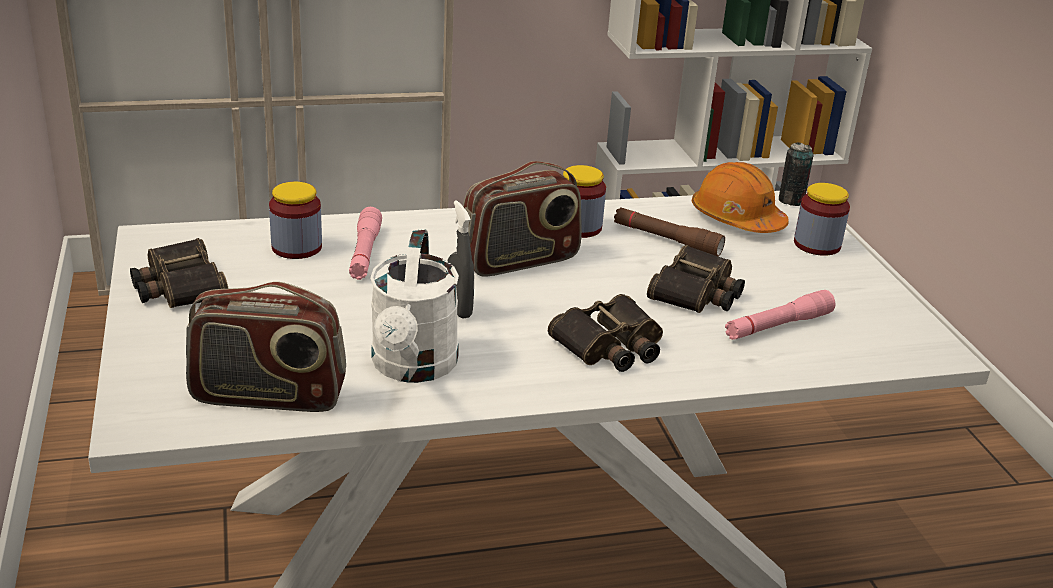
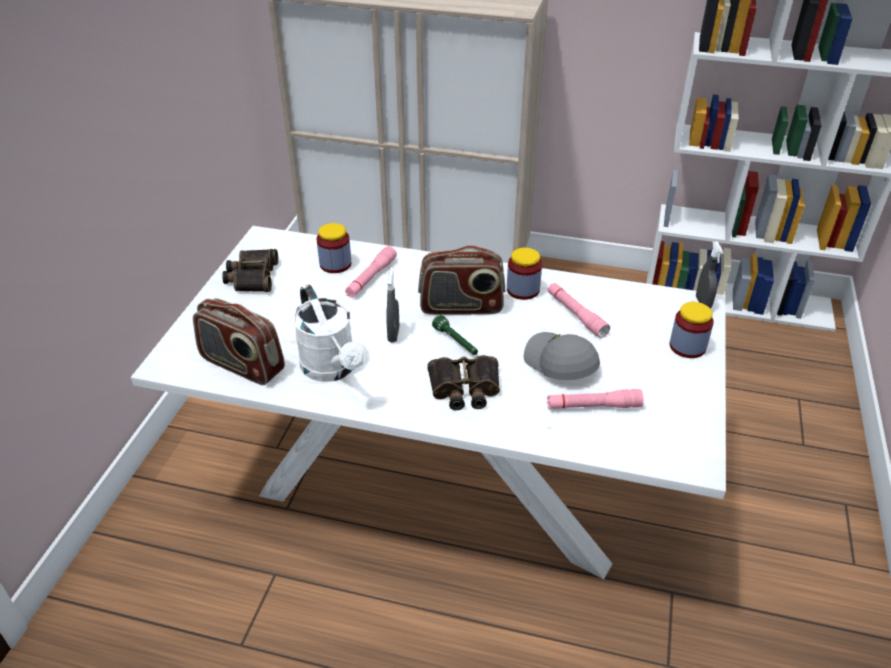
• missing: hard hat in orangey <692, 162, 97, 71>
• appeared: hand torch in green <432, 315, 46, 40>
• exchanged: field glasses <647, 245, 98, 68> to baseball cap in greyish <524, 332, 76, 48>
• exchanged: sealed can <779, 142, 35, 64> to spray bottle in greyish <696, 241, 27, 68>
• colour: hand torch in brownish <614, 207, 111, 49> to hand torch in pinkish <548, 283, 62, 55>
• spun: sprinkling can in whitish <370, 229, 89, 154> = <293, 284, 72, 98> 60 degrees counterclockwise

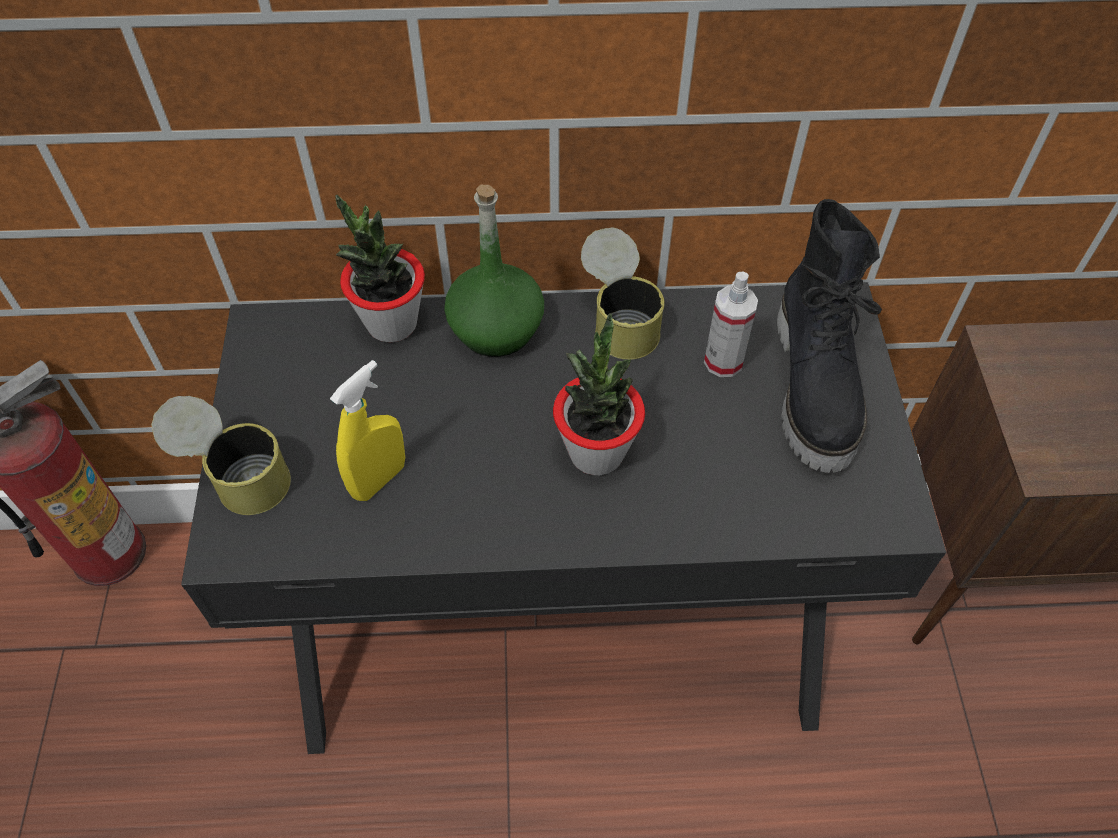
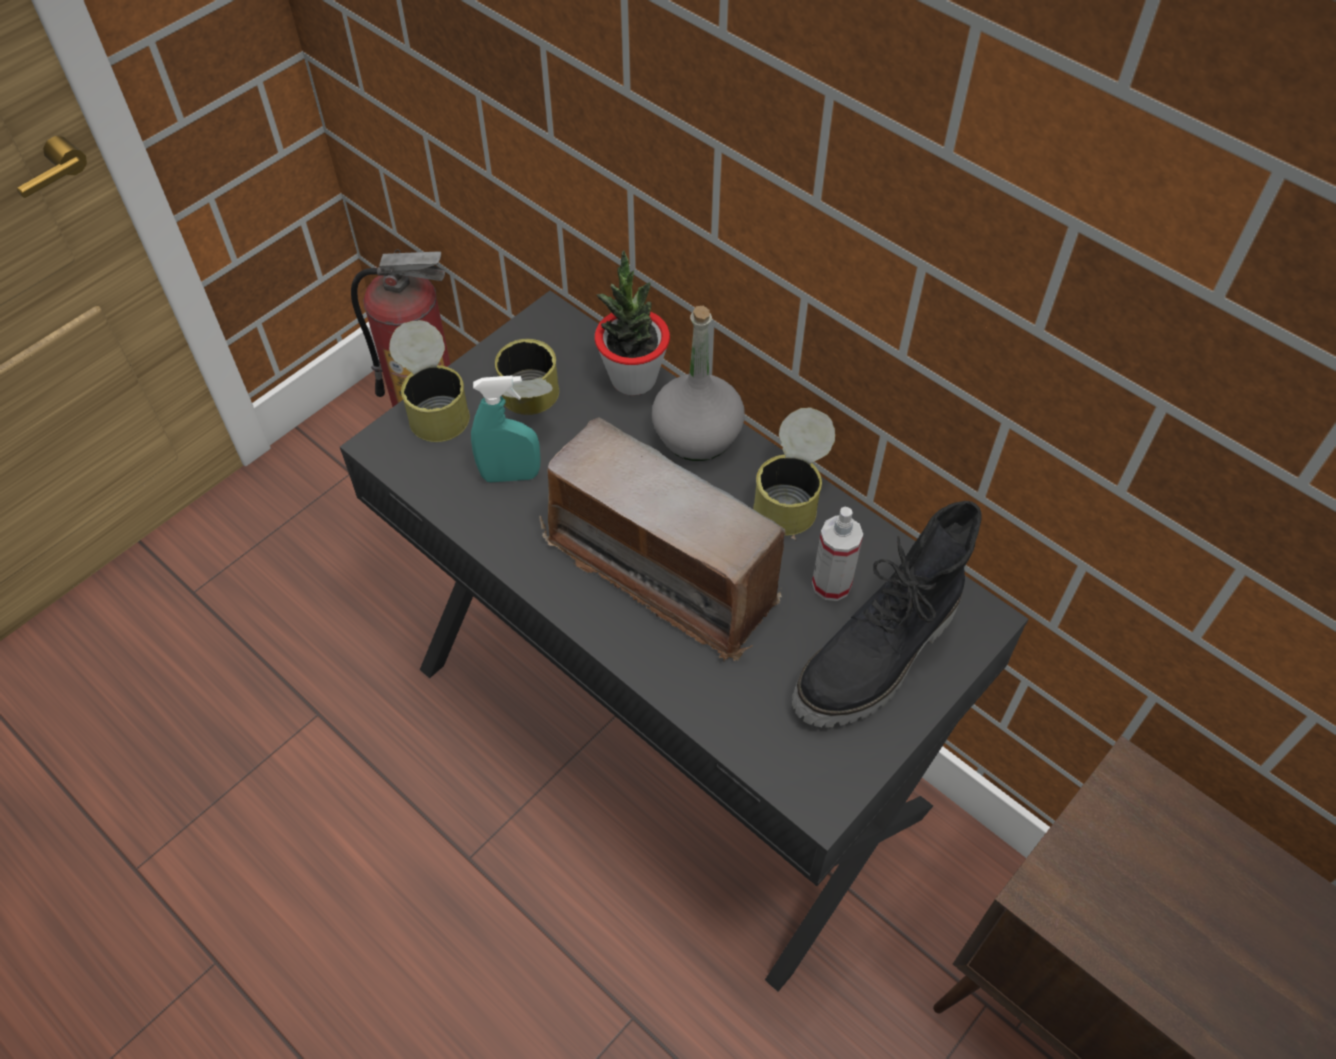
• appeared: sealed can <495, 339, 64, 76>
• exchanged: houseplant <553, 313, 92, 162> to radio <539, 417, 257, 244>
• colour: spray bottle in yellowish <330, 360, 75, 141> to spray bottle in turquoise-coloured <471, 375, 70, 107>
• colour: drink bottle in green <444, 185, 100, 172> to drink bottle in greyish <652, 306, 93, 155>

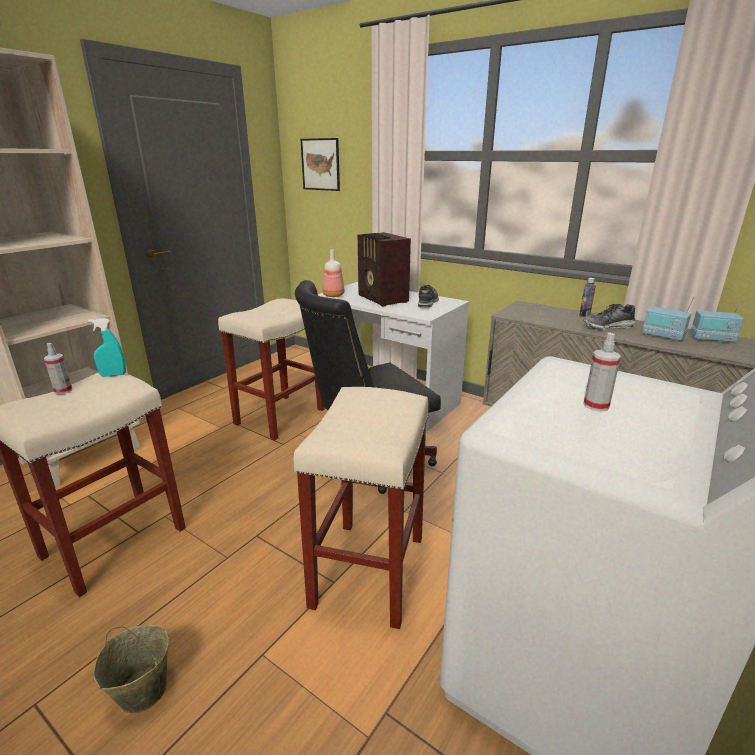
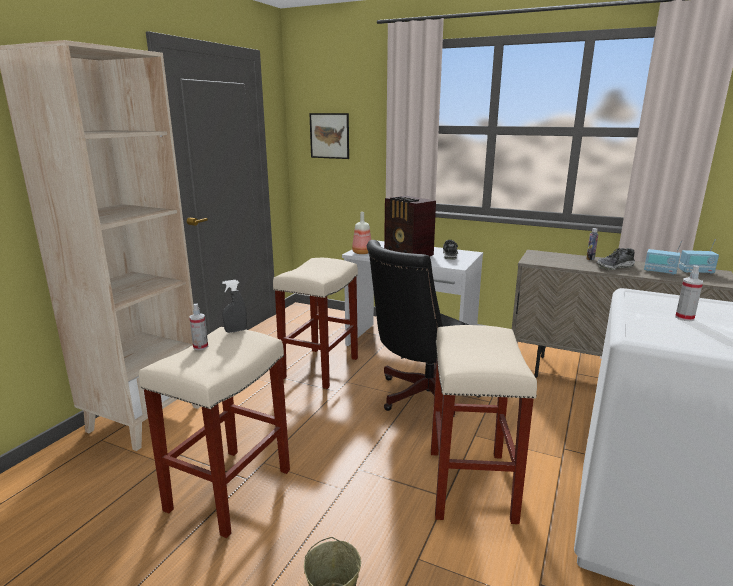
• colour: spray bottle in turquoise-coloured <88, 318, 38, 59> to spray bottle in greyish <222, 280, 25, 53>

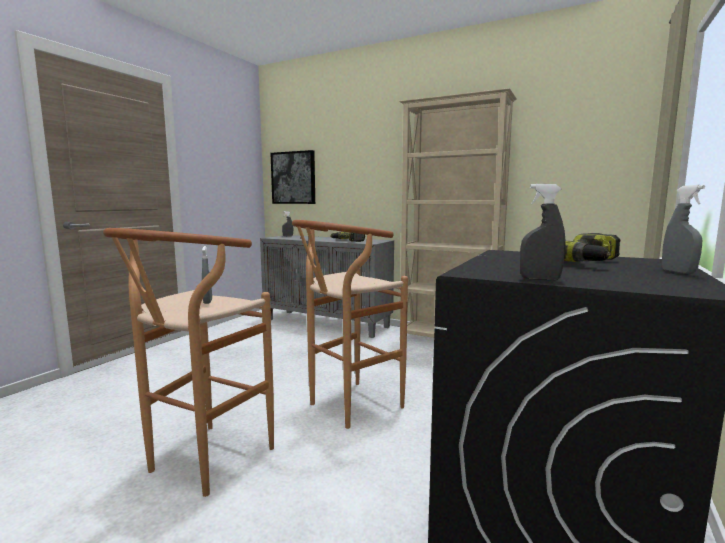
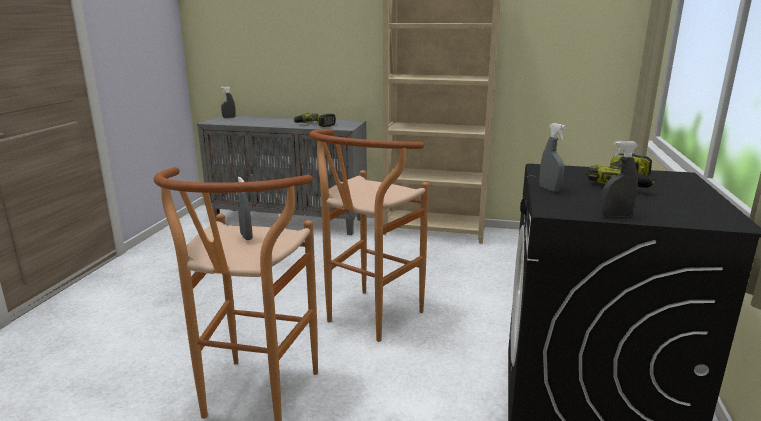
• missing: wall picture <270, 150, 45, 54>
• relocated: spray bottle in greyish <662, 185, 43, 89> to <539, 123, 27, 69>

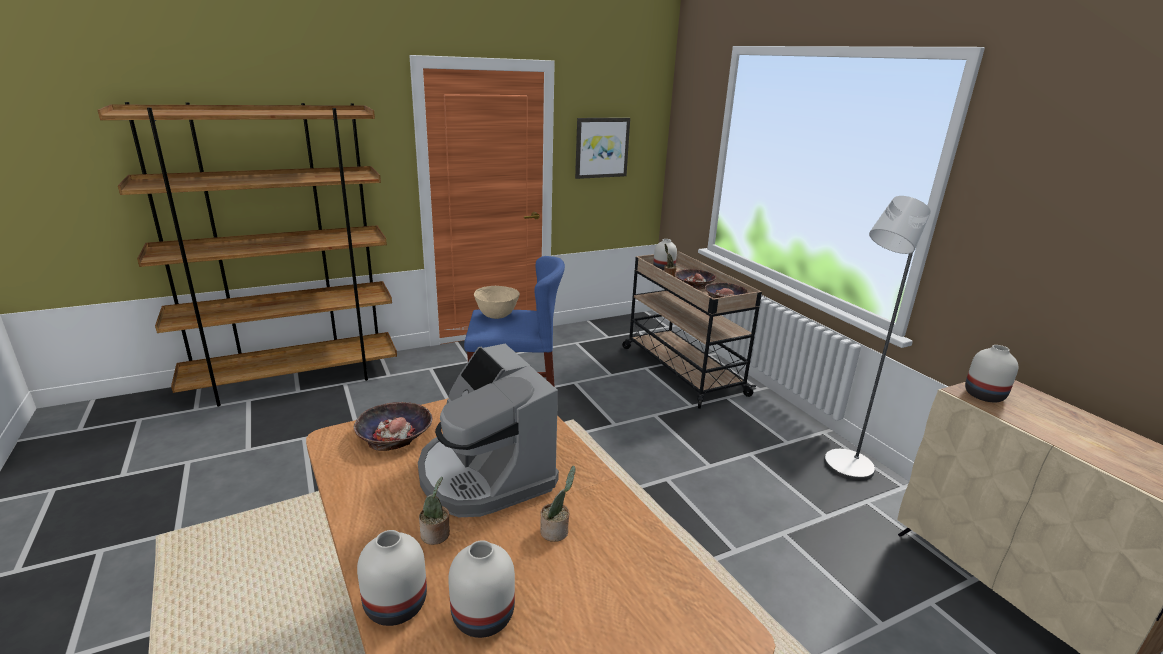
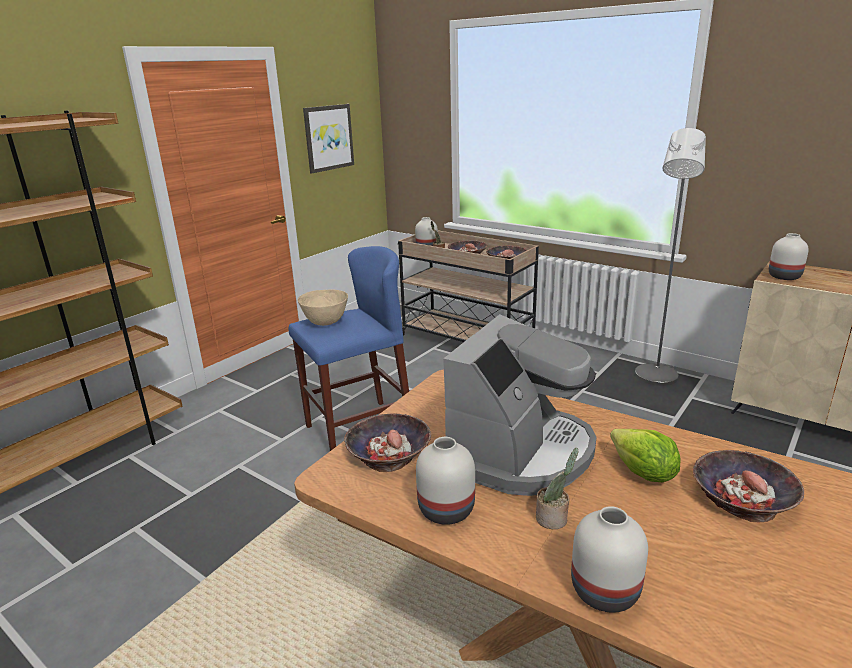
• appeared: deep dish <693, 450, 111, 72>
• relocated: decorative vase in whitish <448, 540, 67, 98> to <416, 437, 59, 88>
• exchanged: houseplant <540, 466, 36, 76> to lettuce head <610, 429, 70, 53>
• spun: coffee maker <418, 344, 141, 173> = <443, 314, 153, 182> 90 degrees counterclockwise

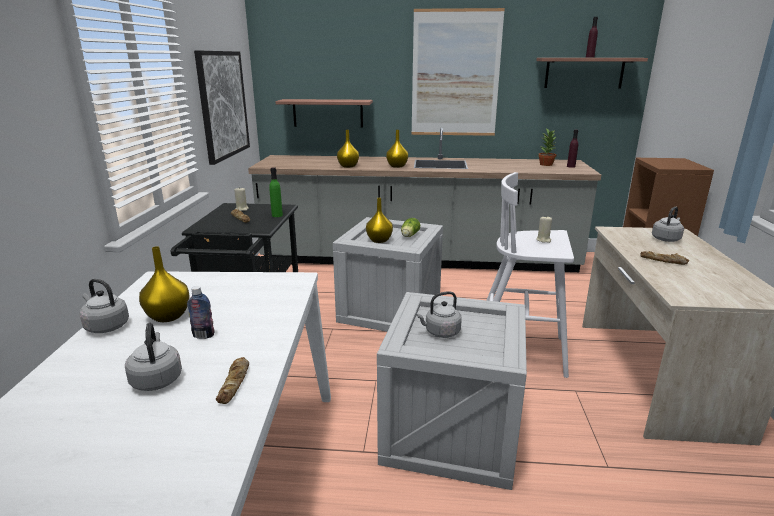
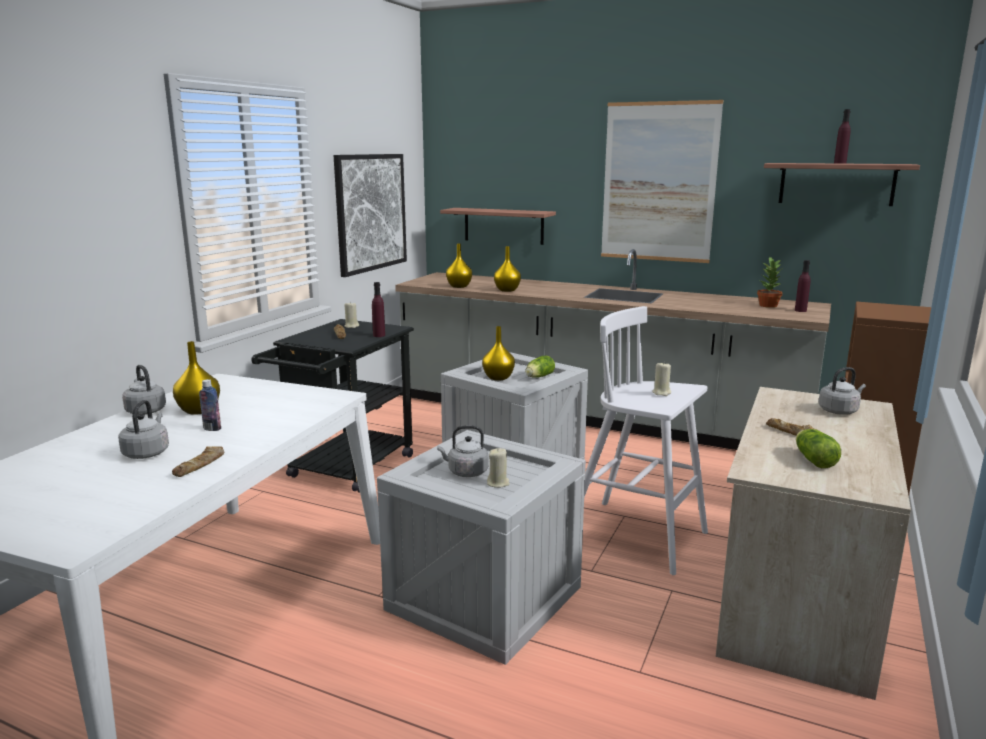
• appeared: wax light in sand-coloured <487, 448, 23, 40>
• appeared: lettuce head <796, 429, 45, 39>
• relocated: decorative vase in yellowish <386, 130, 22, 38> to <446, 243, 26, 45>
• colour: drink bottle in green <269, 168, 14, 49> to drink bottle in purple <372, 282, 13, 55>

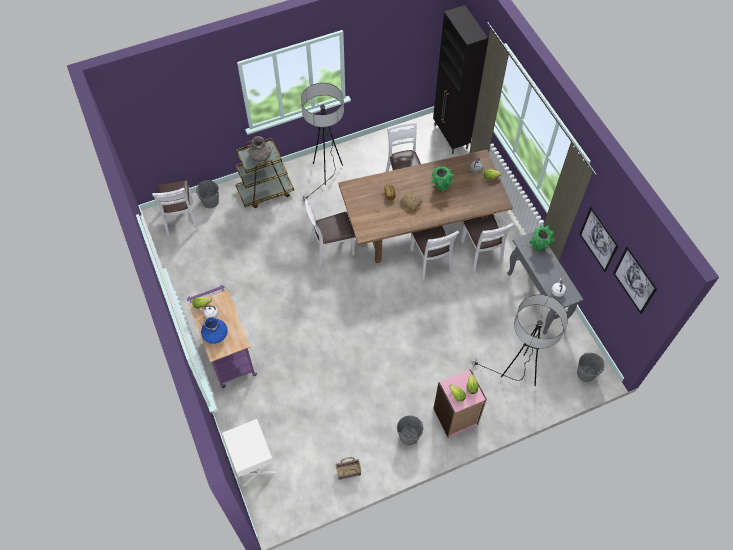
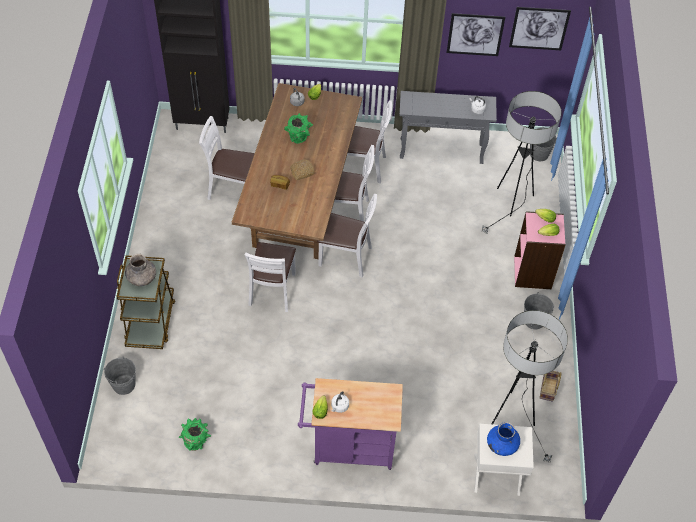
• relocated: chair in whitish <152, 180, 47, 56> to <317, 194, 60, 83>
• relocated: decorative vase in bluish <201, 316, 27, 28> to <487, 422, 33, 34>
• relocated: standing lamp <301, 83, 43, 119> to <492, 310, 76, 152>
• relocated: decorative vase in green <529, 226, 26, 25> to <179, 418, 32, 33>

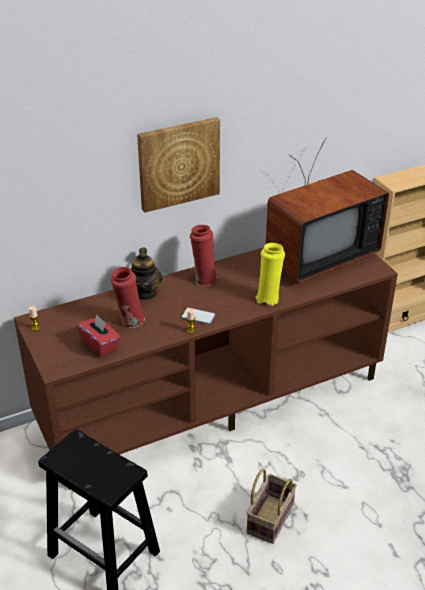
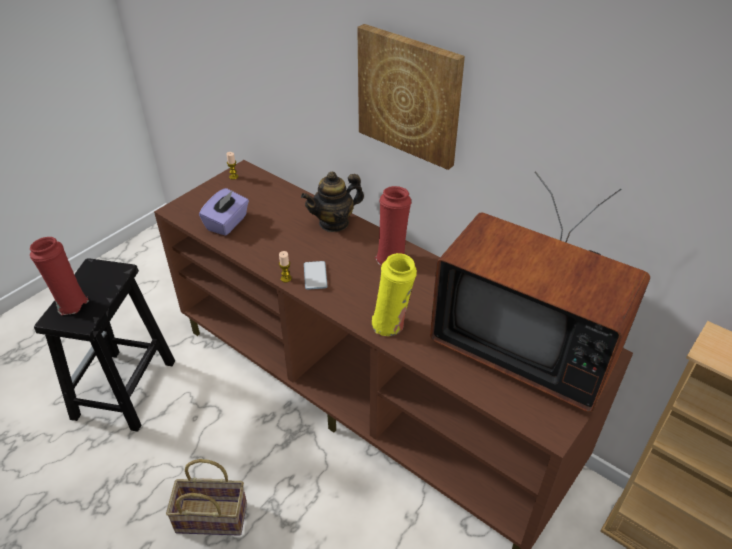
• relocated: decorative vase in red <111, 267, 35, 61> to <30, 237, 59, 78>
• colour: box of tissues in red <76, 314, 45, 43> to box of tissues in purple <199, 188, 50, 48>

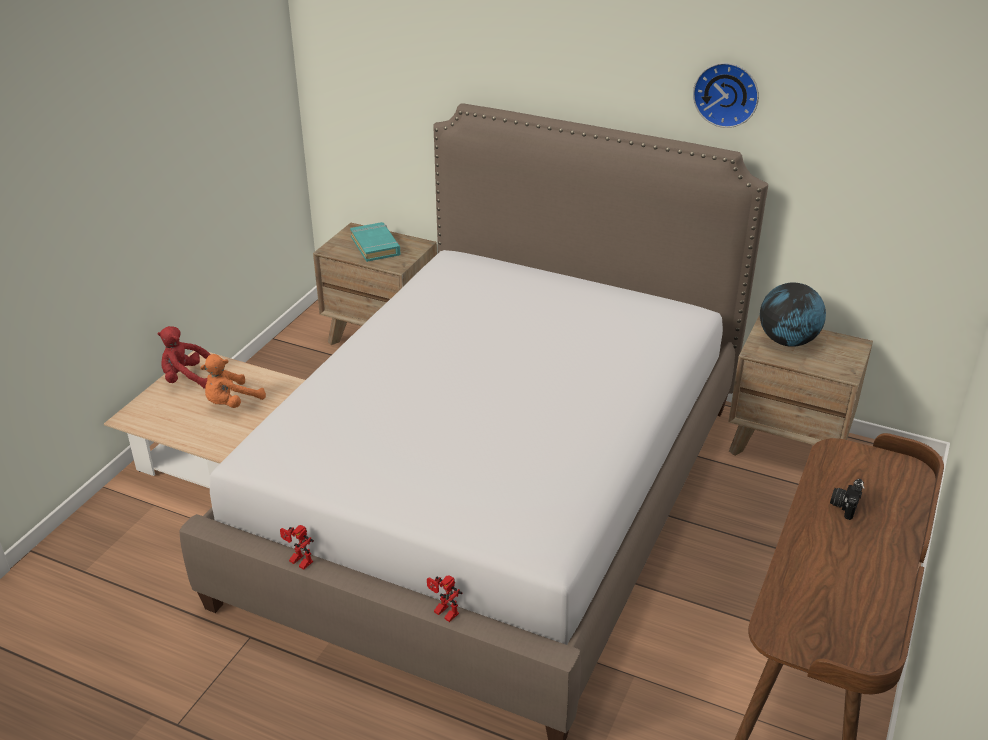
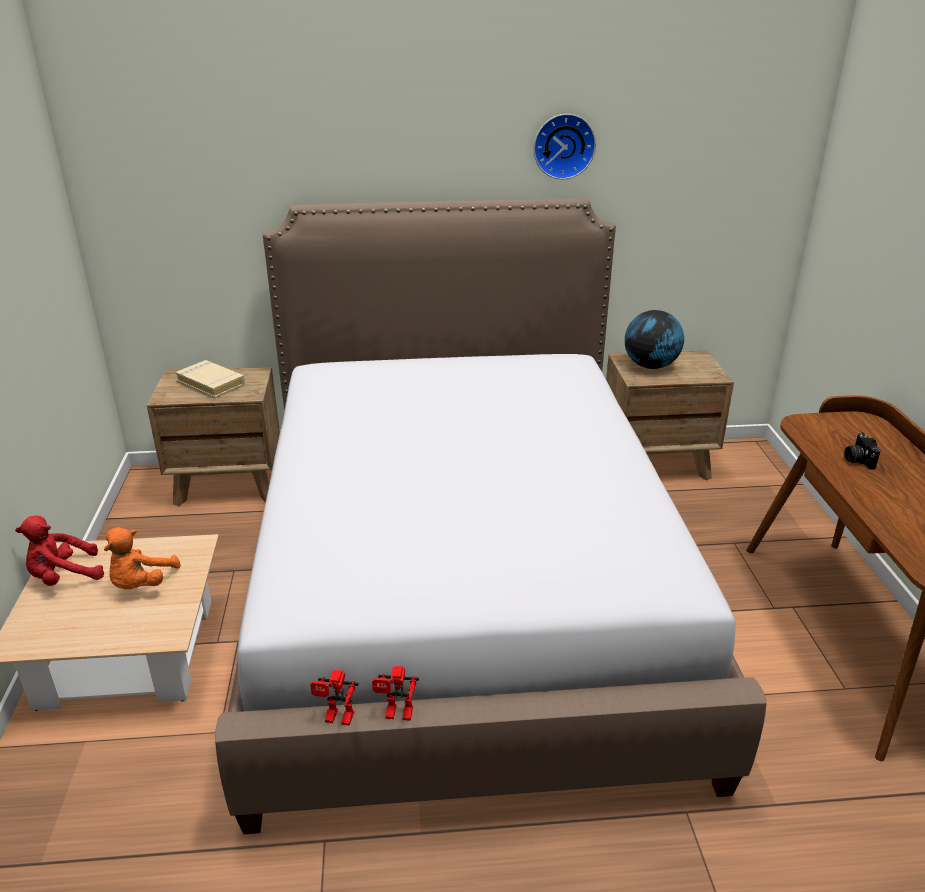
• relocated: robot figure <427, 575, 35, 47> to <310, 670, 49, 56>
• colour: volume in turquoise-coloured <350, 222, 50, 40> to volume in sand-coloured <175, 360, 70, 39>

